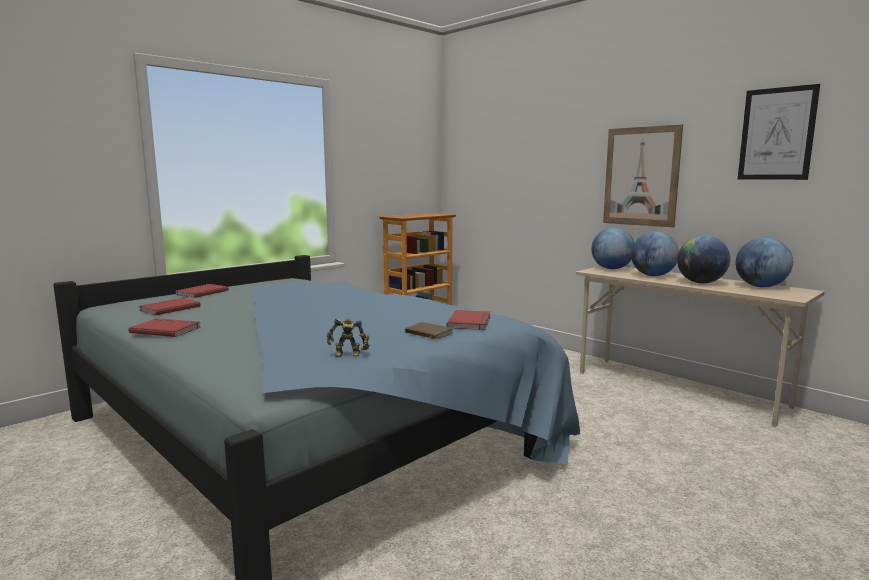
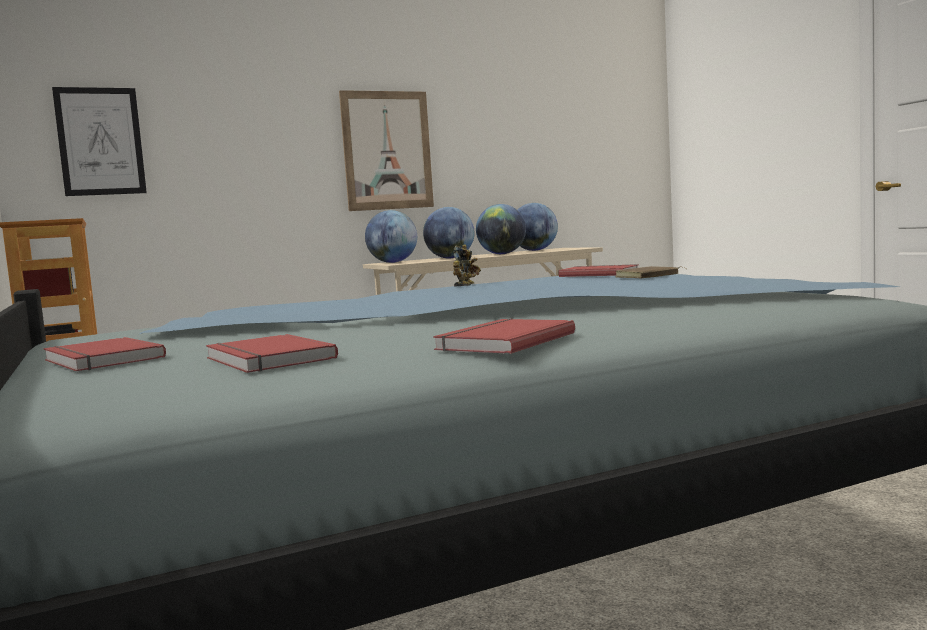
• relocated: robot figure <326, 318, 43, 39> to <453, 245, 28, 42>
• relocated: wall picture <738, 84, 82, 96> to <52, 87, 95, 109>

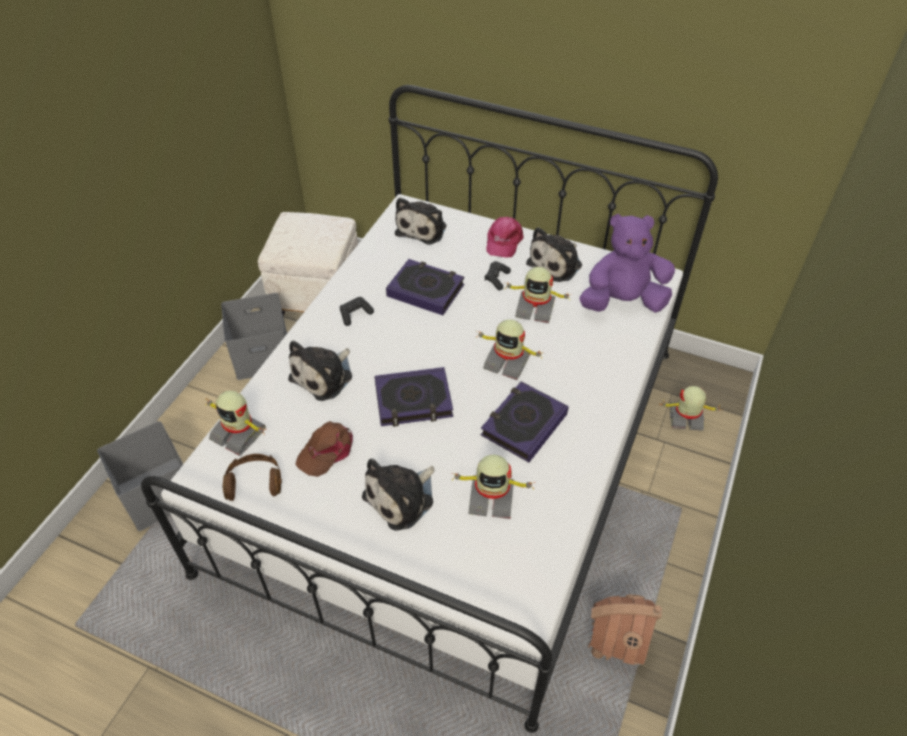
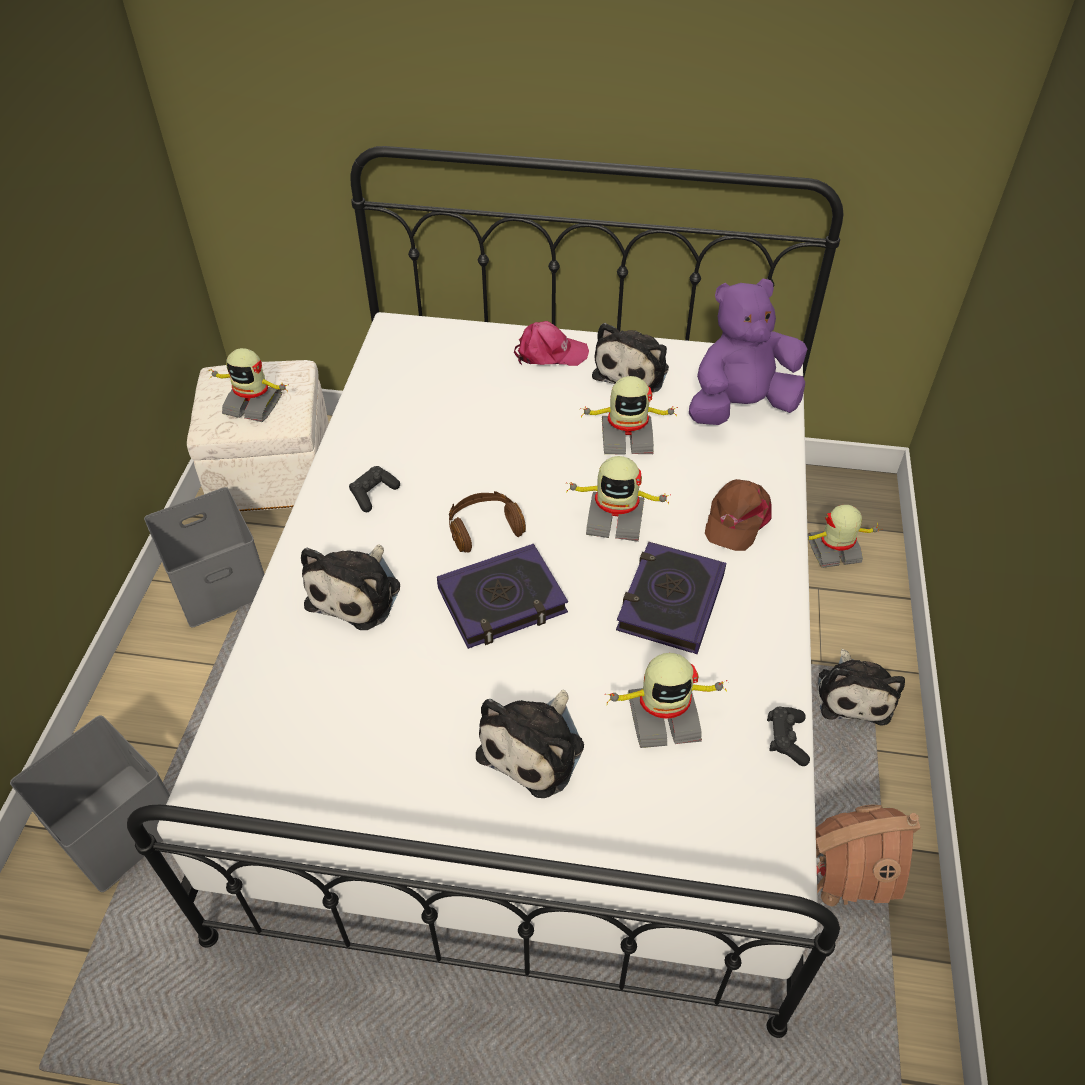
• missing: volume <386, 259, 79, 56>
• relocated: robot figure <206, 391, 60, 65> to <209, 348, 80, 74>
• relocated: headphones in brownish <222, 454, 60, 47> to <449, 491, 77, 62>
• relocated: baseball cap in brownish <295, 421, 58, 56> to <705, 479, 67, 72>
• relocated: plush toy <395, 197, 51, 47> to <817, 649, 88, 77>
• relocated: gamepad in black <485, 261, 26, 29> to <767, 707, 43, 59>
• spun: baseball cap in pinkish <486, 217, 38, 40> = <514, 321, 75, 45> 90 degrees counterclockwise

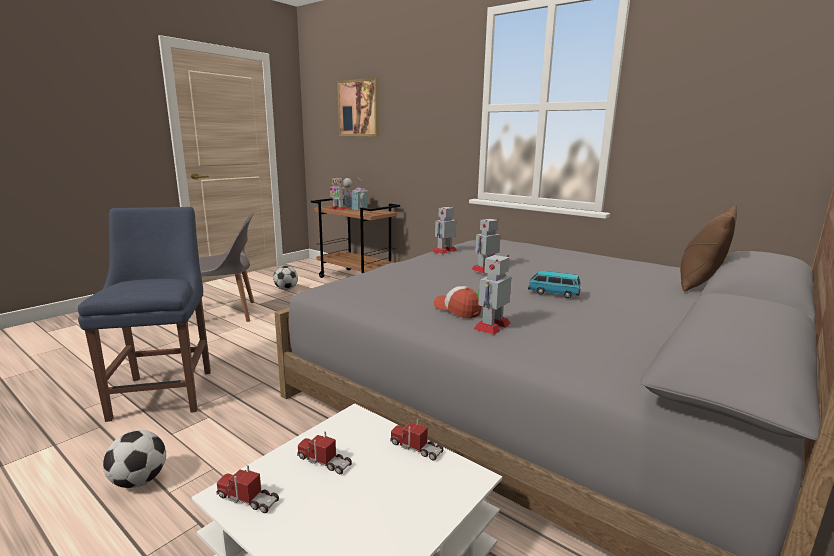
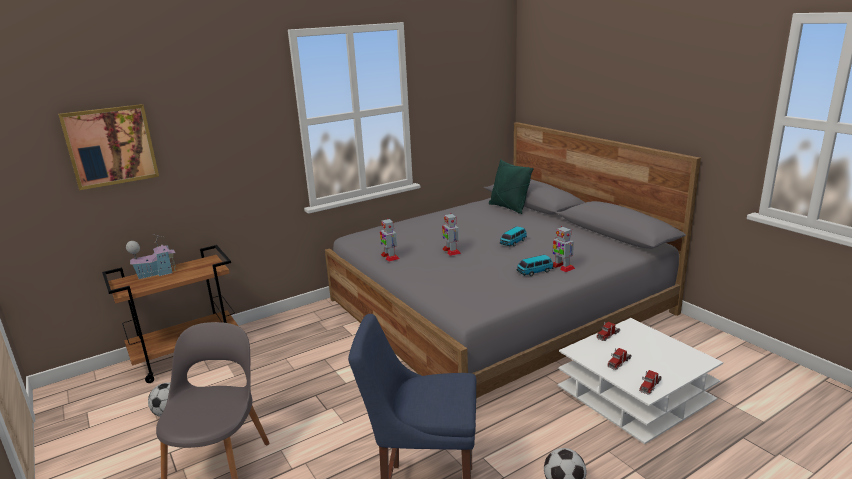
• missing: robot figure <329, 177, 18, 33>
• exchanged: baseball cap <434, 286, 48, 33> to toy car <517, 255, 36, 21>
• colour: pillow in brownish <680, 205, 57, 86> to pillow in green <489, 159, 45, 55>

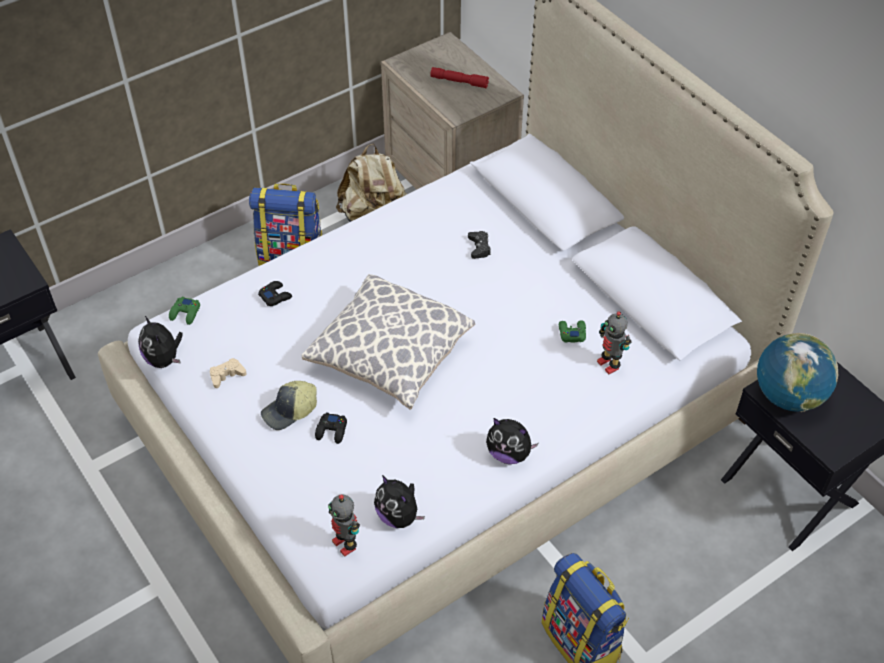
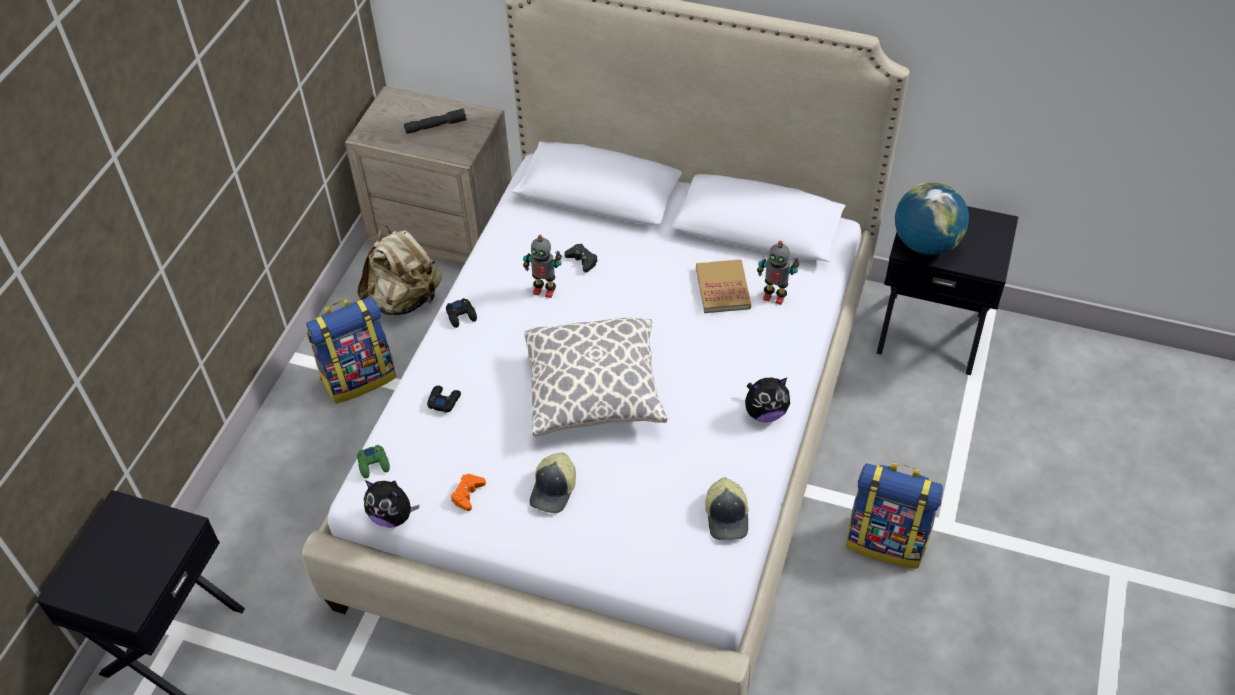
• relocated: gamepad in black <315, 412, 32, 32> to <446, 298, 31, 30>
• relocated: robot figure <328, 494, 32, 63> to <523, 235, 39, 63>
• exchanged: plush toy <374, 475, 51, 53> to baseball cap <705, 478, 44, 62>
• exchanged: gamepad in green <559, 320, 27, 23> to volume <696, 259, 55, 54>
• colour: gamepad in sand-coloured <210, 358, 37, 30> to gamepad in orangey <451, 474, 35, 37>
• colour: hand torch in red <430, 67, 59, 21> to hand torch in greyish <404, 108, 63, 26>

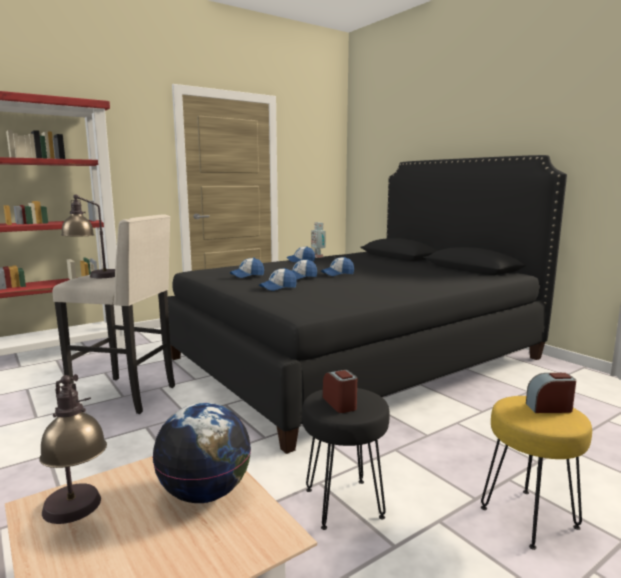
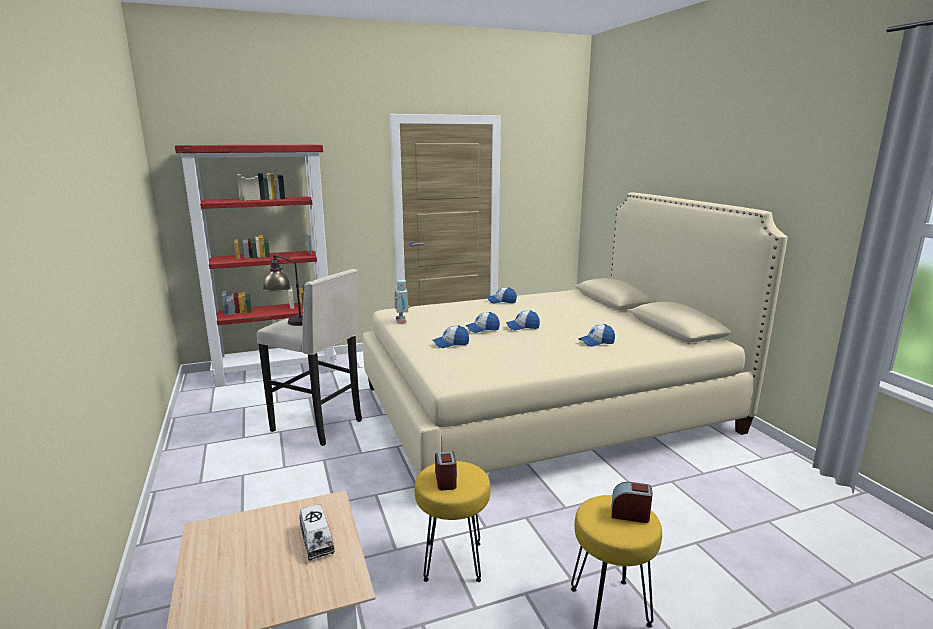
• missing: lamp for a table <39, 374, 68, 150>
• relocated: baseball cap <230, 258, 34, 20> to <579, 324, 36, 23>
• relocated: robot figure <311, 222, 15, 36> to <394, 280, 16, 44>
• exchanged: desk globe <152, 403, 99, 100> to model truck <300, 504, 35, 57>
• colour: bedroom bed in black <168, 155, 399, 299> to bedroom bed in sand-coloured <363, 192, 425, 284>
• colour: stool in black <302, 388, 88, 142> to stool in yellowish <415, 461, 75, 121>

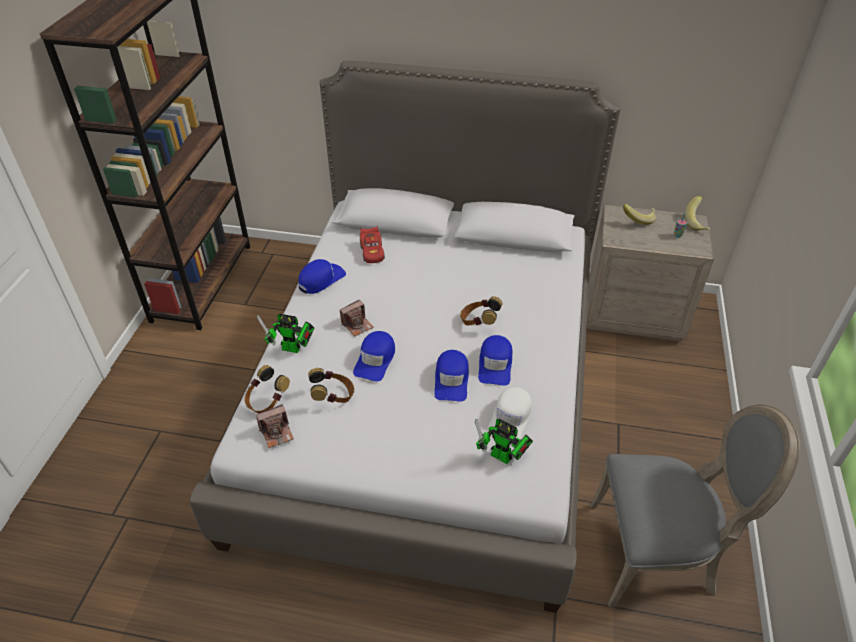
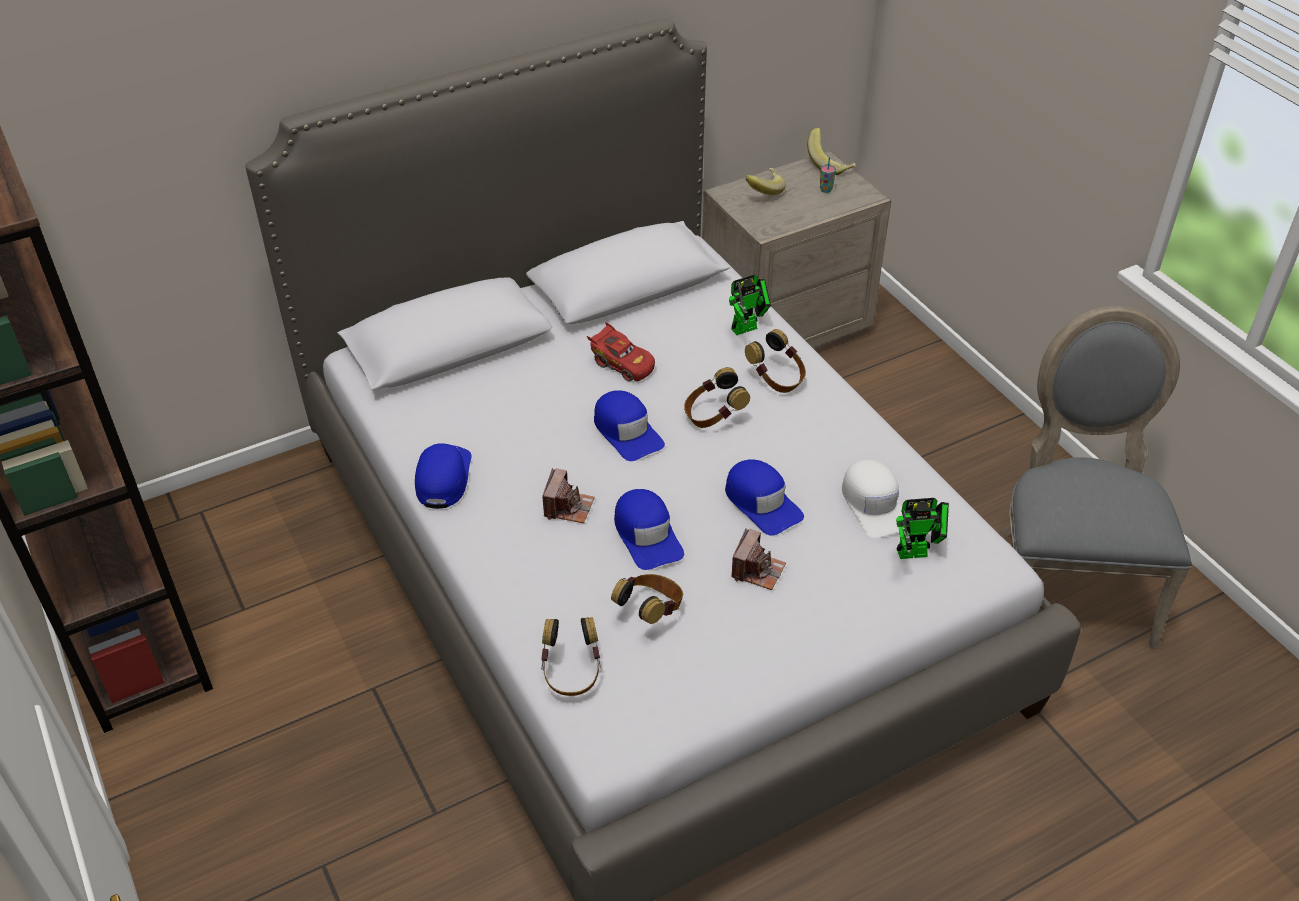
• appeared: headphones <745, 329, 61, 64>
• relocated: photo camera <256, 404, 38, 44> to <731, 528, 55, 62>
• relocated: robot figure <257, 314, 57, 39> to <729, 275, 42, 60>
• relocated: toy car in red <360, 227, 25, 36> to <587, 322, 68, 59>
• relocated: baseball cap in bluish <478, 335, 35, 51> to <594, 390, 71, 71>
• spun: chair in greyish <590, 404, 210, 203> = <1000, 306, 192, 343> 45 degrees counterclockwise

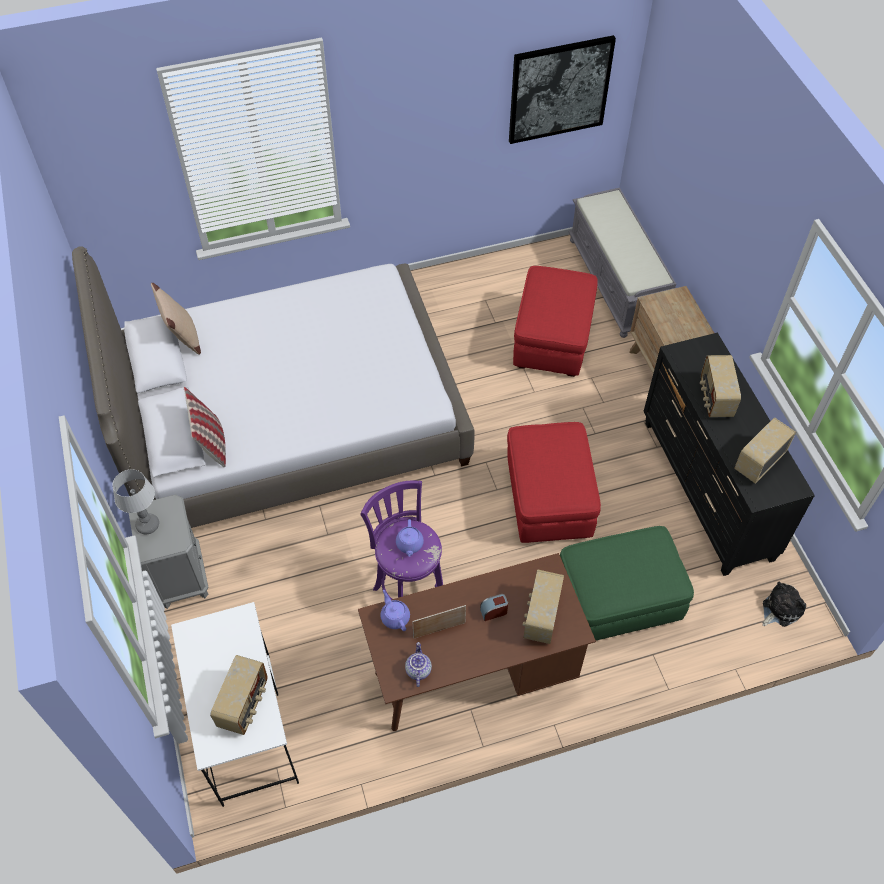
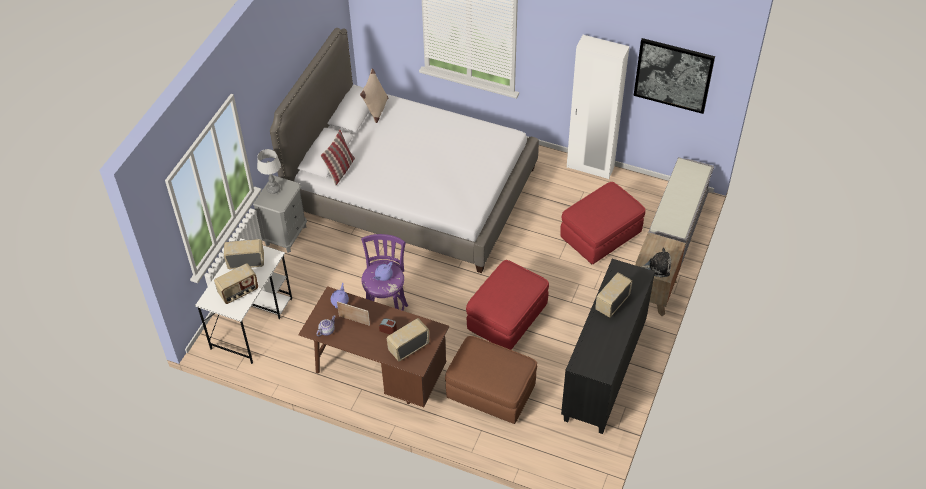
• appeared: clothes cupboard in whitish <567, 35, 62, 144>
• relocated: radio <734, 417, 62, 67> to <224, 239, 40, 30>
• relocated: plush toy <762, 582, 44, 45> to <641, 248, 30, 29>
• colour: pouffe in green <560, 526, 134, 114> to pouffe in brownish <445, 336, 92, 88>

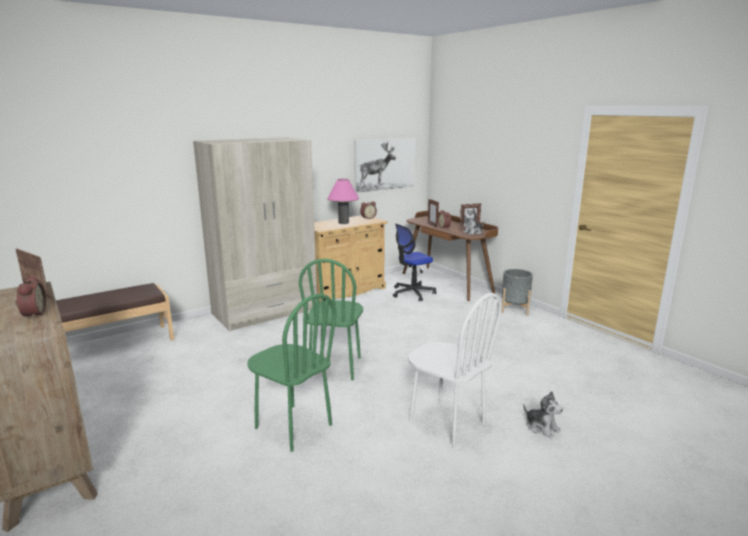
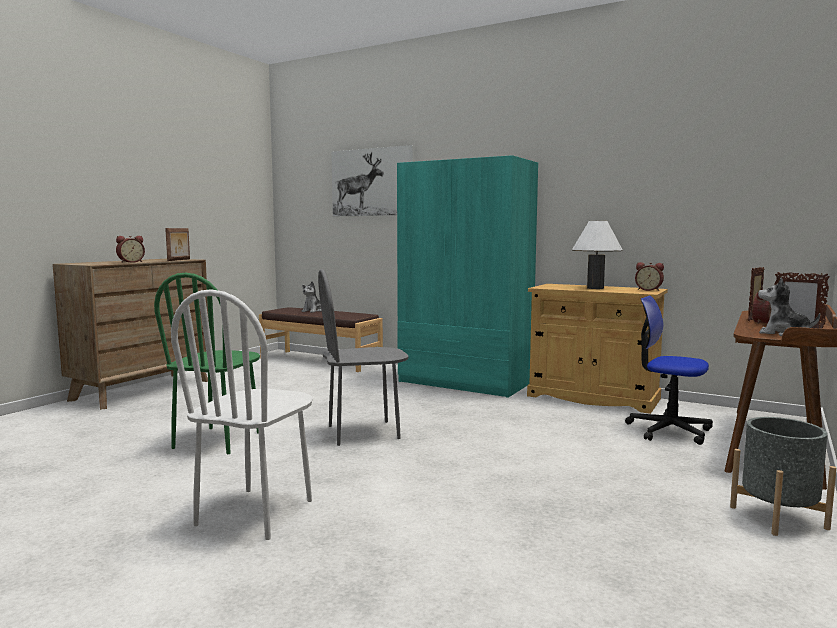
• relocated: wall picture <354, 138, 61, 55> to <331, 145, 83, 71>
• relocated: plush toy <523, 391, 40, 47> to <302, 281, 20, 31>
• colour: clothes cupboard in sand-coloured <193, 137, 124, 194> to clothes cupboard in turquoise-coloured <397, 155, 141, 243>
• colour: chair in green <299, 259, 64, 121> to chair in greyish <318, 269, 91, 177>
• colour: lamp for a table in pinkish <327, 179, 32, 45> to lamp for a table in whitish <572, 220, 51, 69>

